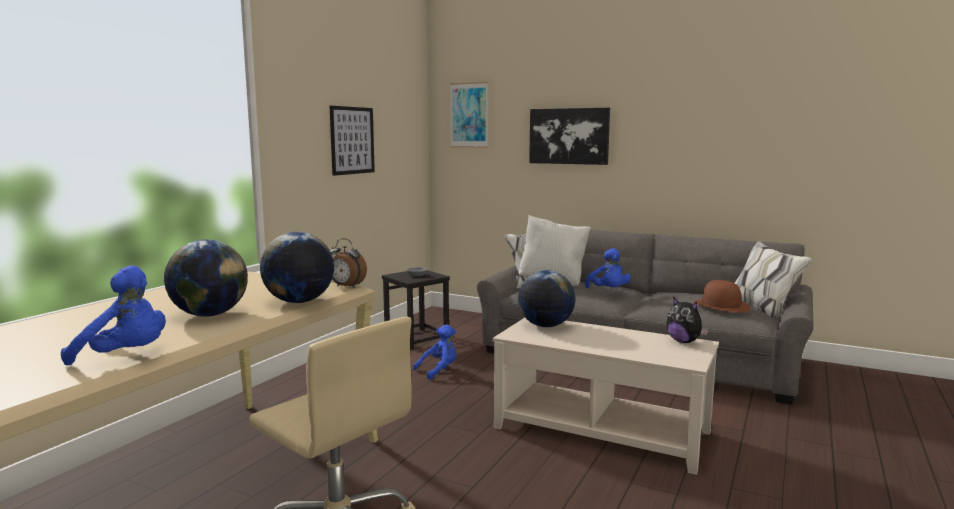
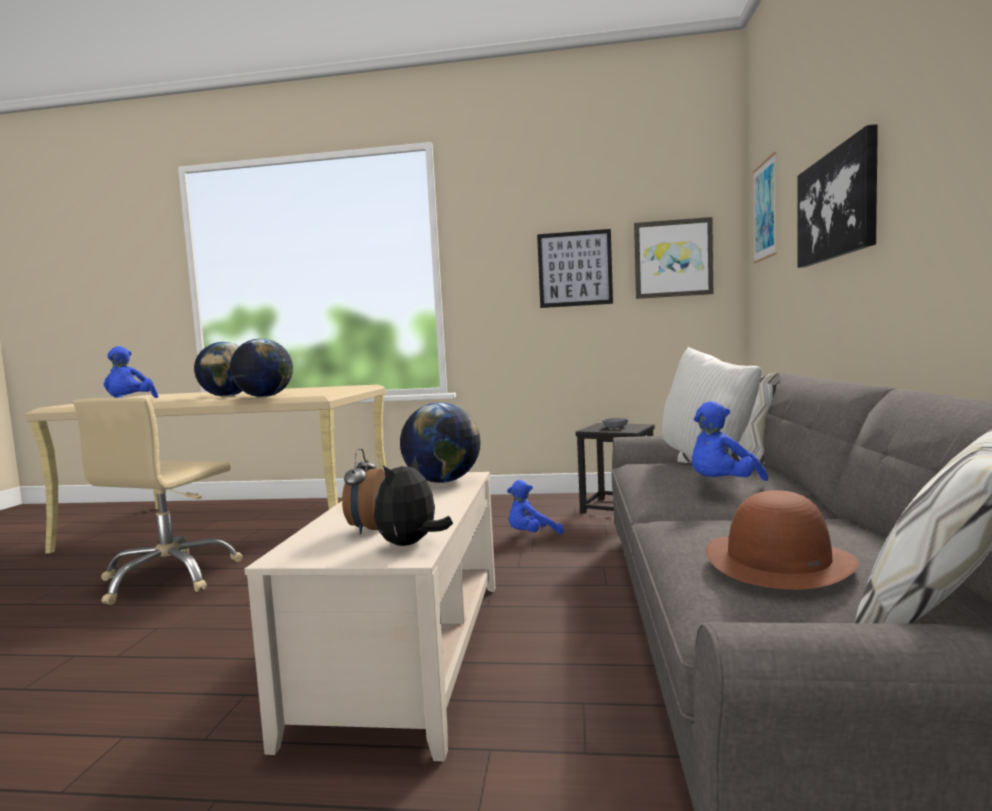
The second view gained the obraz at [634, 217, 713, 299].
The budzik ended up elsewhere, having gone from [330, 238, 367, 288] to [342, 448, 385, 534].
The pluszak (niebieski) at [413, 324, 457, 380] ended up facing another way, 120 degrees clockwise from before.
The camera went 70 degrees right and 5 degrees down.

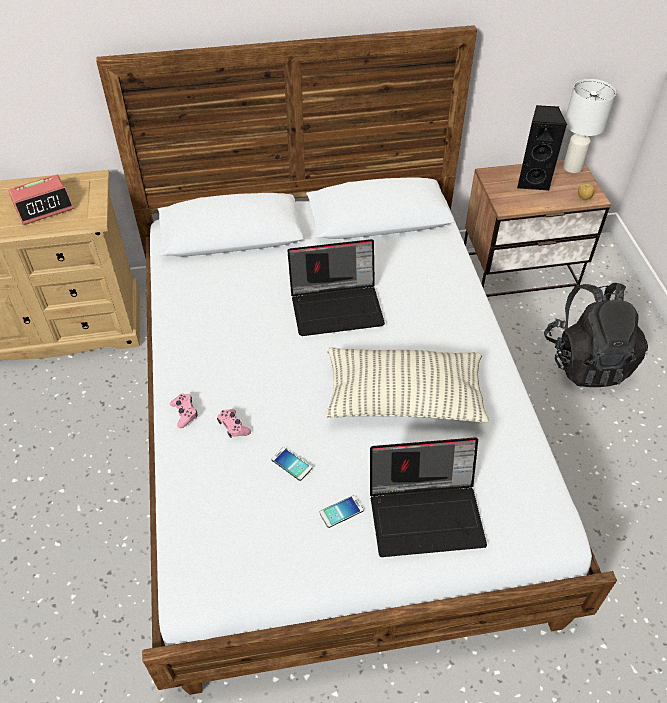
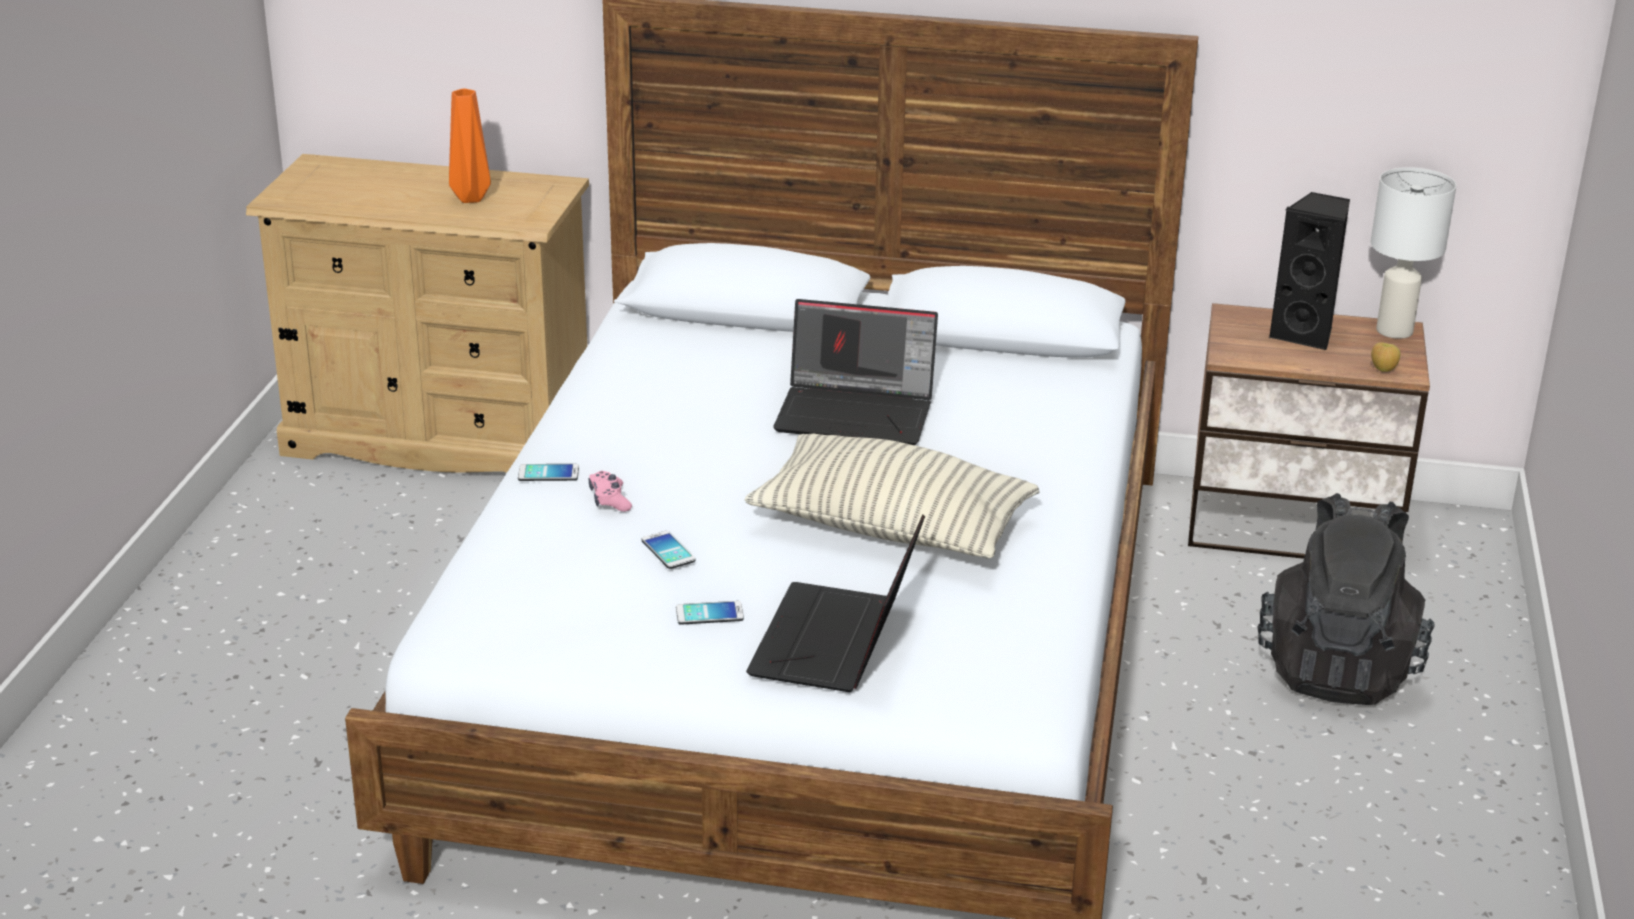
Where the budzik stood at [8, 175, 74, 225], the wazon (pomarańczowy) came to stand at [449, 88, 491, 203].
Where the pad do gier (różowy) stood at [170, 394, 197, 428], the telefon came to stand at [518, 464, 579, 481].
The laptop at [370, 437, 487, 557] ended up facing another way, 90 degrees clockwise from before.
The camera went 20 degrees right and 20 degrees down.

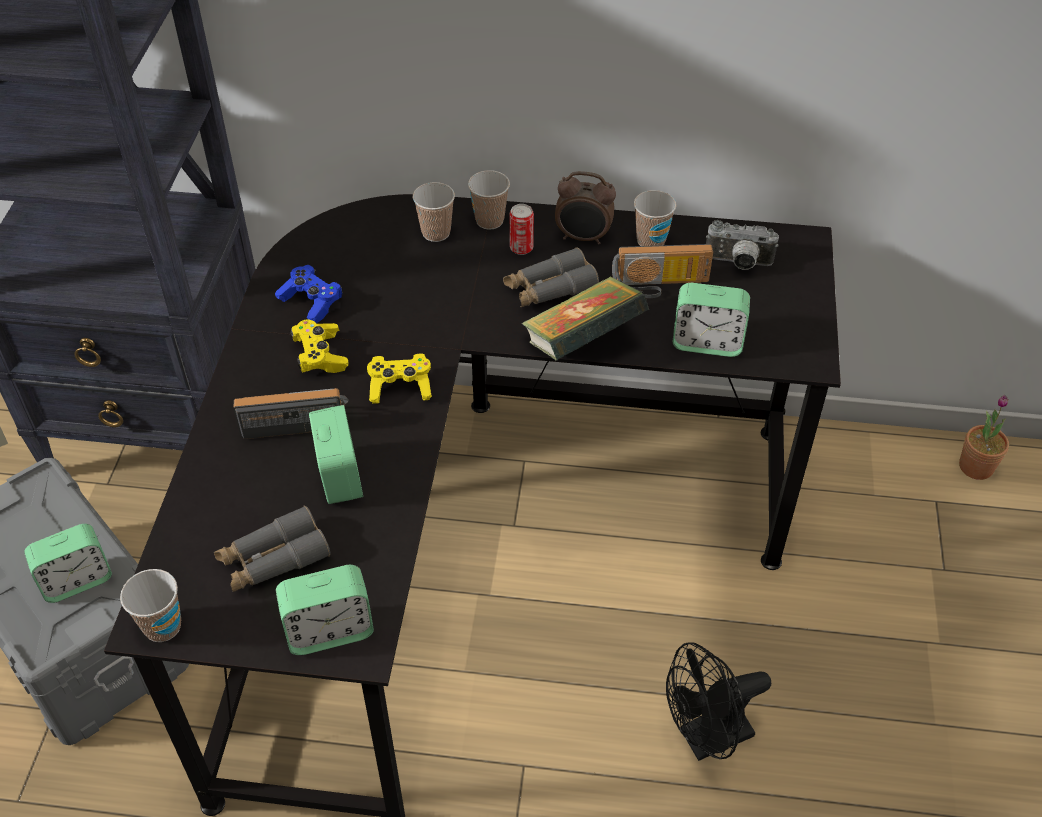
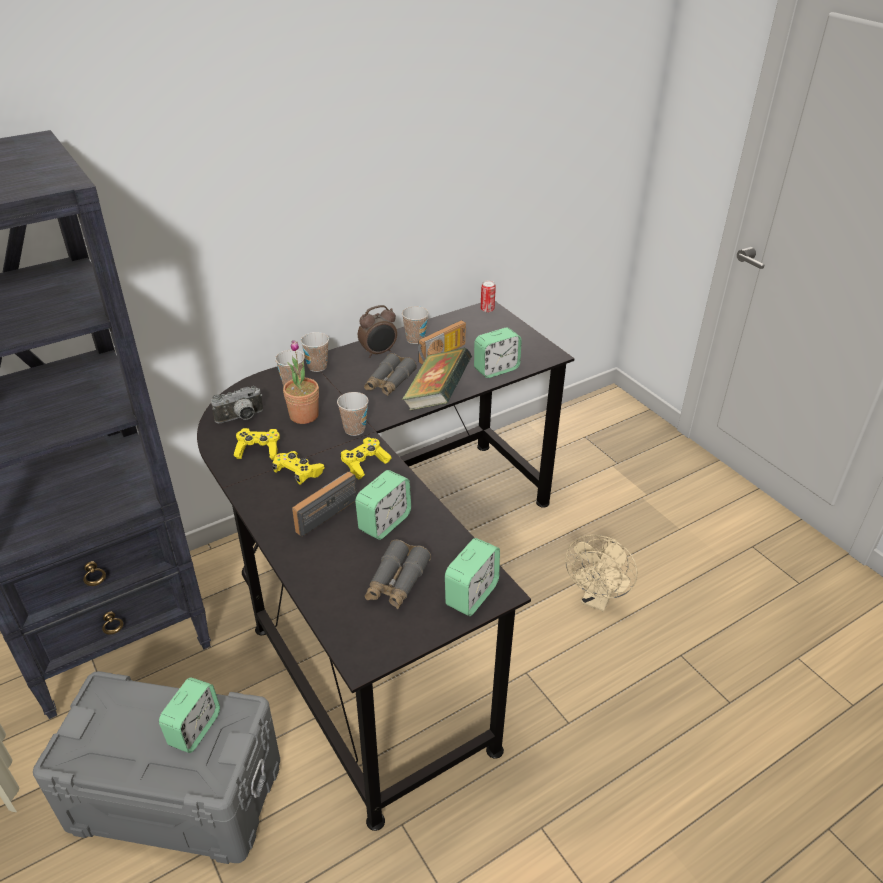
The filiżanka ended up elsewhere, having gone from [120, 569, 181, 642] to [337, 392, 368, 436].
The puszka ended up elsewhere, having gone from [510, 204, 534, 255] to [480, 281, 496, 312].
The aparat fotograficzny ended up elsewhere, having gone from [706, 220, 779, 270] to [211, 386, 263, 423].
The roślina doniczkowa ended up elsewhere, having gone from [959, 395, 1009, 480] to [283, 340, 319, 424].
What was the pad do gier (niebieski) at [275, 265, 343, 323] turned into the pad do gier (żółty) at [234, 428, 280, 460].
What was the wentylator (czarny) at [666, 642, 771, 761] turned into the wentylator (beżowy) at [565, 534, 638, 612].
The budzik at [309, 405, 363, 504] ended up facing another way, 90 degrees clockwise from before.
The camera went 40 degrees left and 10 degrees down.

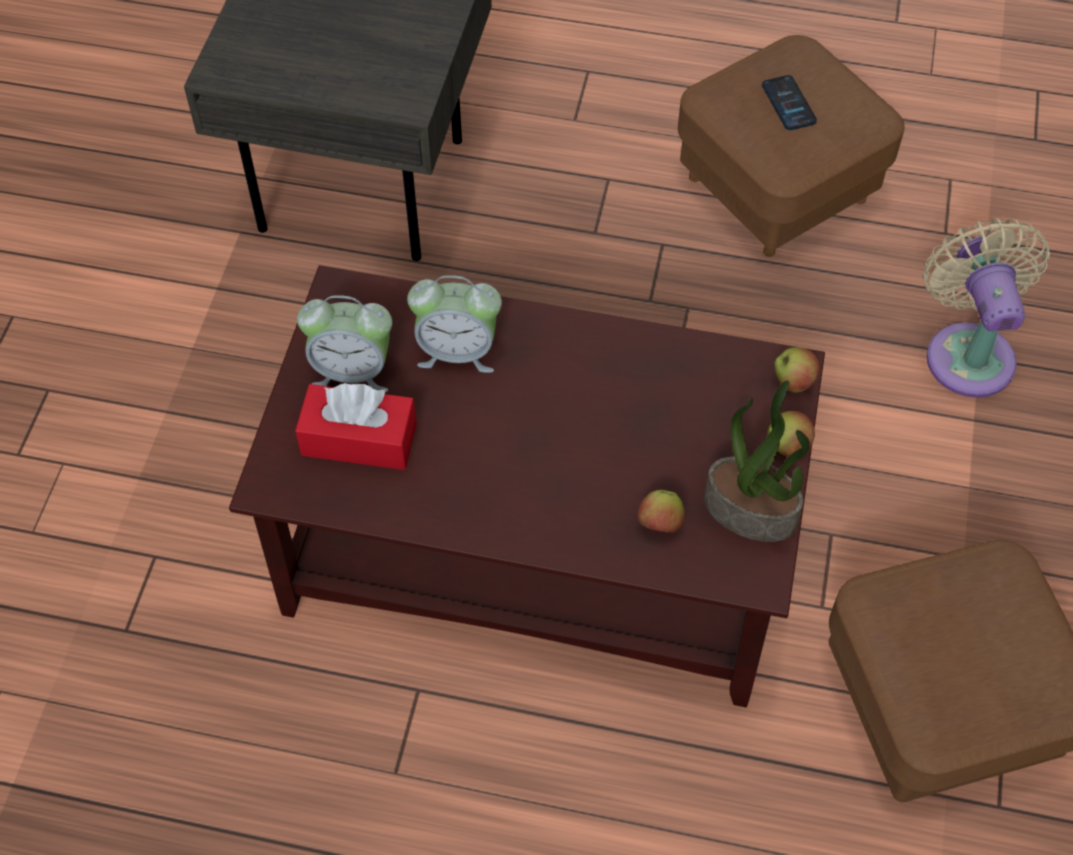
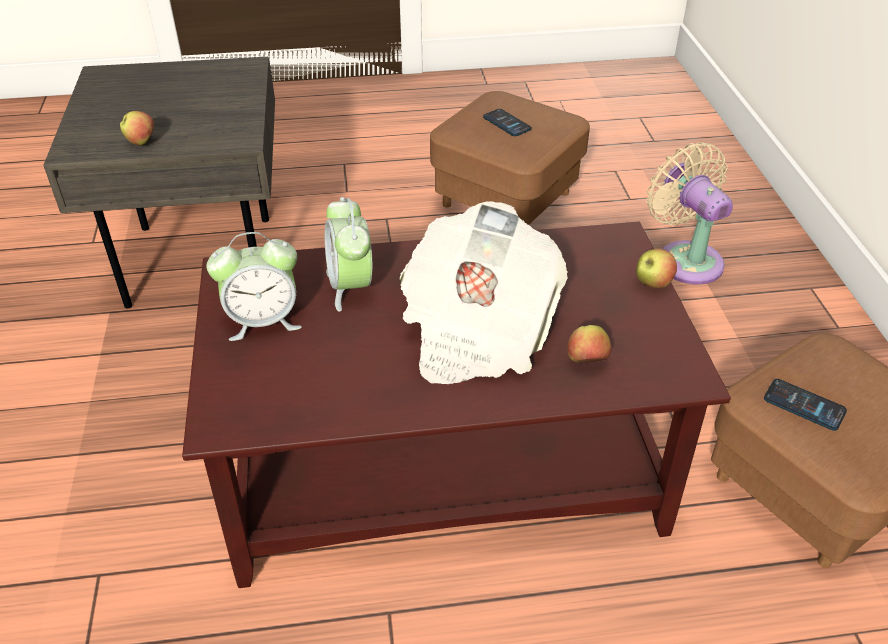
The second view lost the pudełko chusteczek (czerwony) at [295, 383, 417, 470].
The second view lost the roślina doniczkowa at [704, 380, 810, 542].
The second view gained the gazeta at [399, 201, 568, 384].
The second view gained the telefon at [764, 379, 847, 431].
The jabłko ended up elsewhere, having gone from [775, 347, 820, 393] to [120, 111, 154, 146].
The budzik at [407, 275, 502, 373] ended up facing another way, 90 degrees clockwise from before.
The camera went 20 degrees left and 15 degrees down.

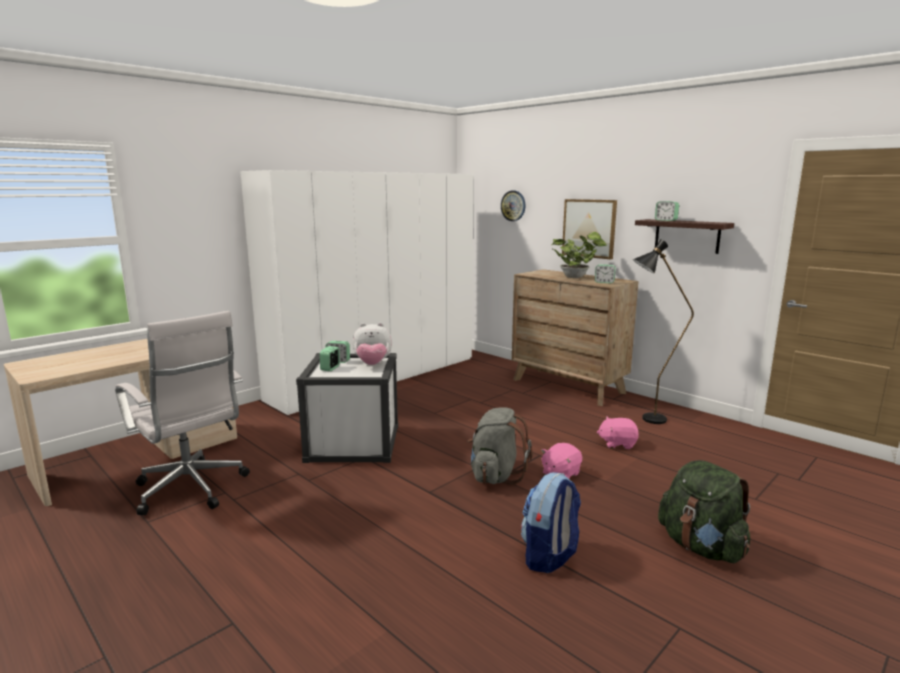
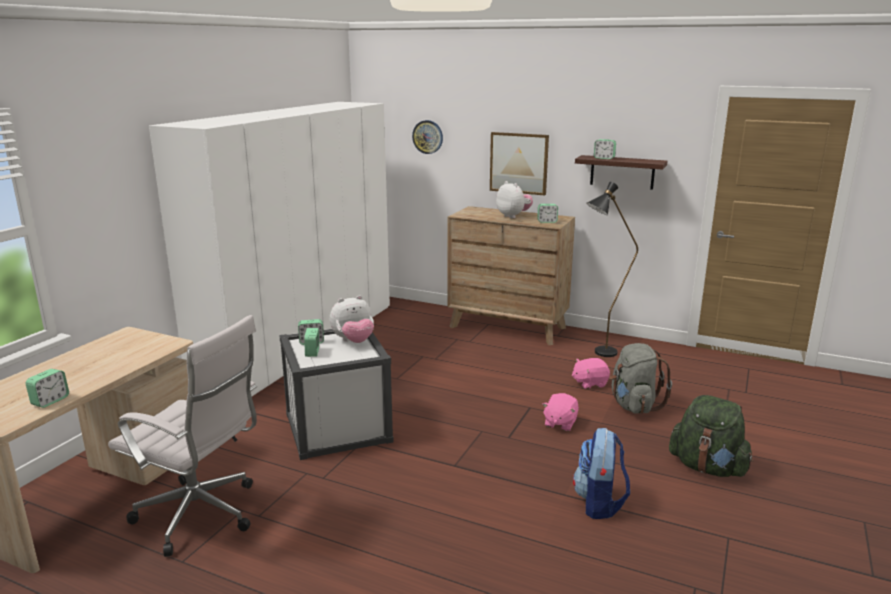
The second view gained the budzik at [26, 369, 69, 408].
The plecak (szary) ended up elsewhere, having gone from [467, 407, 532, 485] to [609, 343, 672, 414].
Where the roślina doniczkowa stood at [552, 232, 607, 278], the pluszak came to stand at [496, 181, 533, 218].
The camera went 20 degrees left and 5 degrees up.

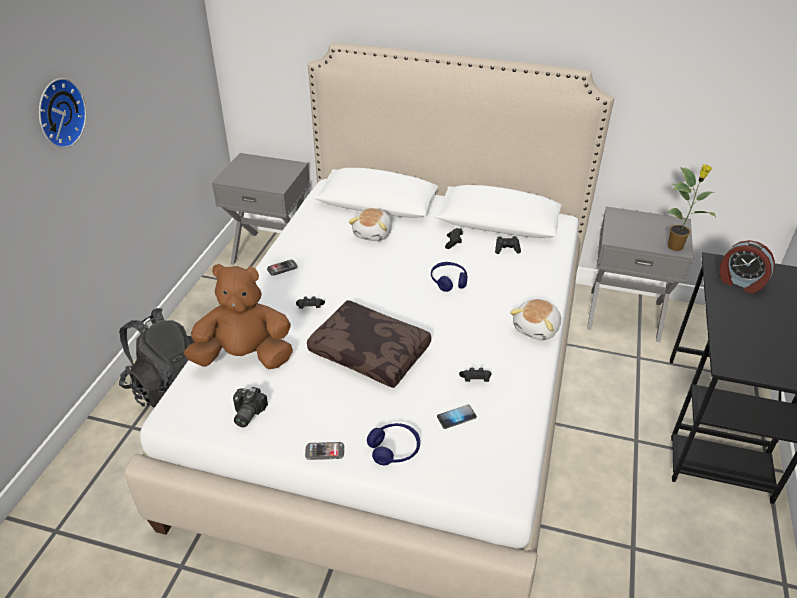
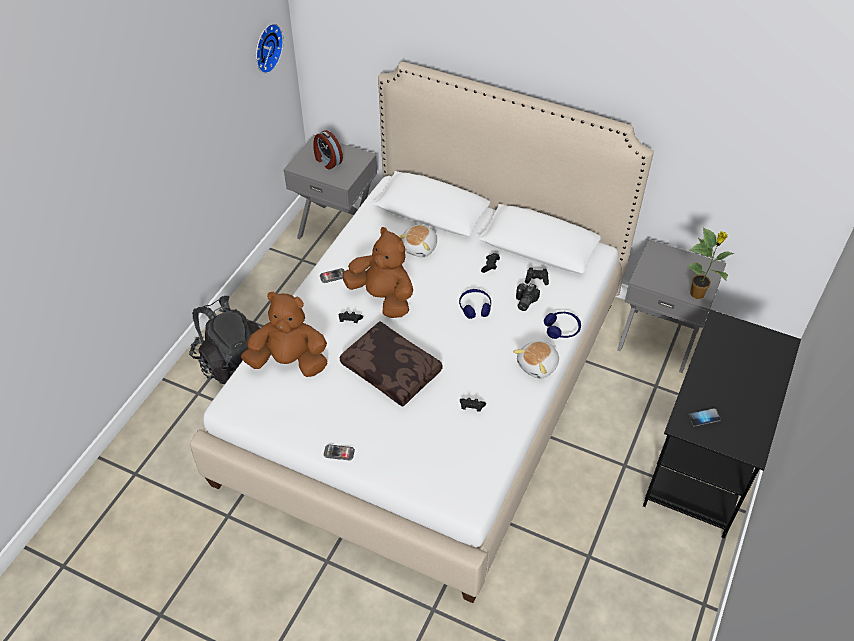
The second view gained the pluszak (brązowy) at [342, 227, 413, 318].
The zegar ścienny ended up elsewhere, having gone from [39, 78, 86, 148] to [256, 23, 284, 74].
The aparat fotograficzny ended up elsewhere, having gone from [233, 387, 268, 428] to [516, 283, 540, 311].
The słuchawki (niebieski) ended up elsewhere, having gone from [367, 423, 420, 465] to [544, 312, 581, 339].
The telefon ended up elsewhere, having gone from [437, 405, 477, 429] to [688, 408, 721, 427].
The budzik ended up elsewhere, having gone from [720, 240, 775, 294] to [313, 130, 343, 170].
The camera went 10 degrees right and 10 degrees up.

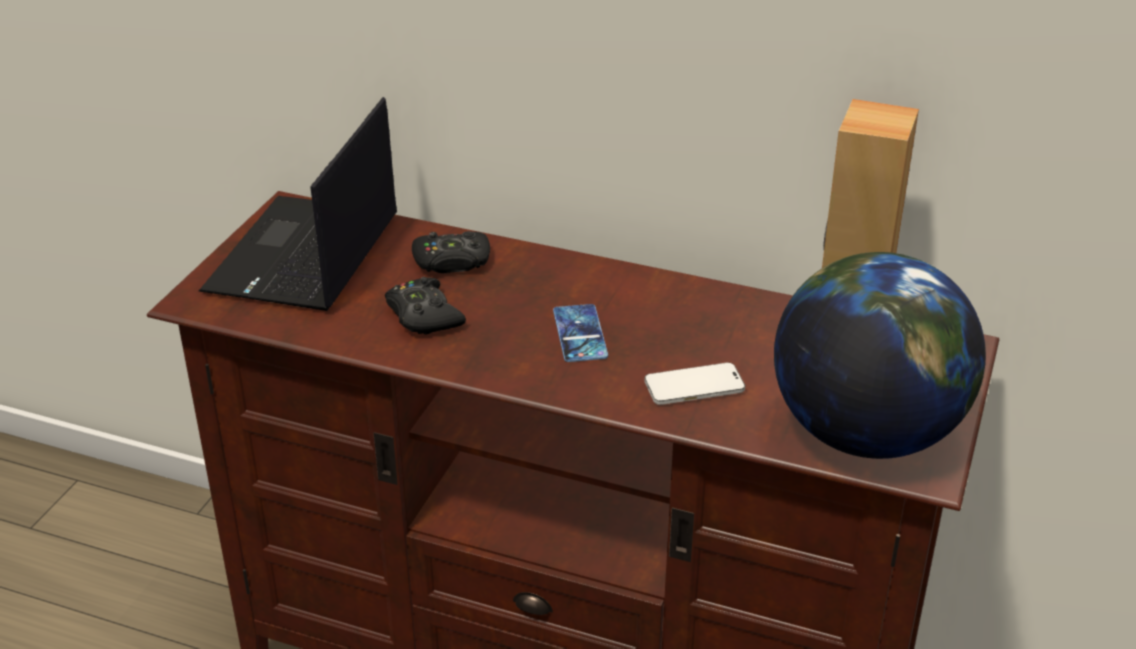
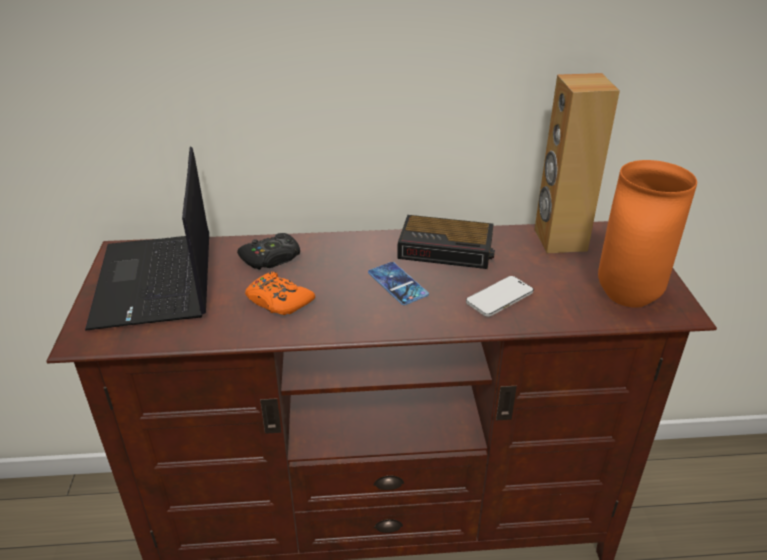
The second view gained the budzik at [397, 215, 495, 269].
Where the globus stood at [774, 252, 986, 459], the wazon (pomarańczowy) came to stand at [598, 160, 697, 308].
What was the pad do gier (czarny) at [385, 277, 466, 335] turned into the pad do gier (pomarańczowy) at [245, 272, 315, 315].
The camera went 25 degrees left and 0 degrees up.

